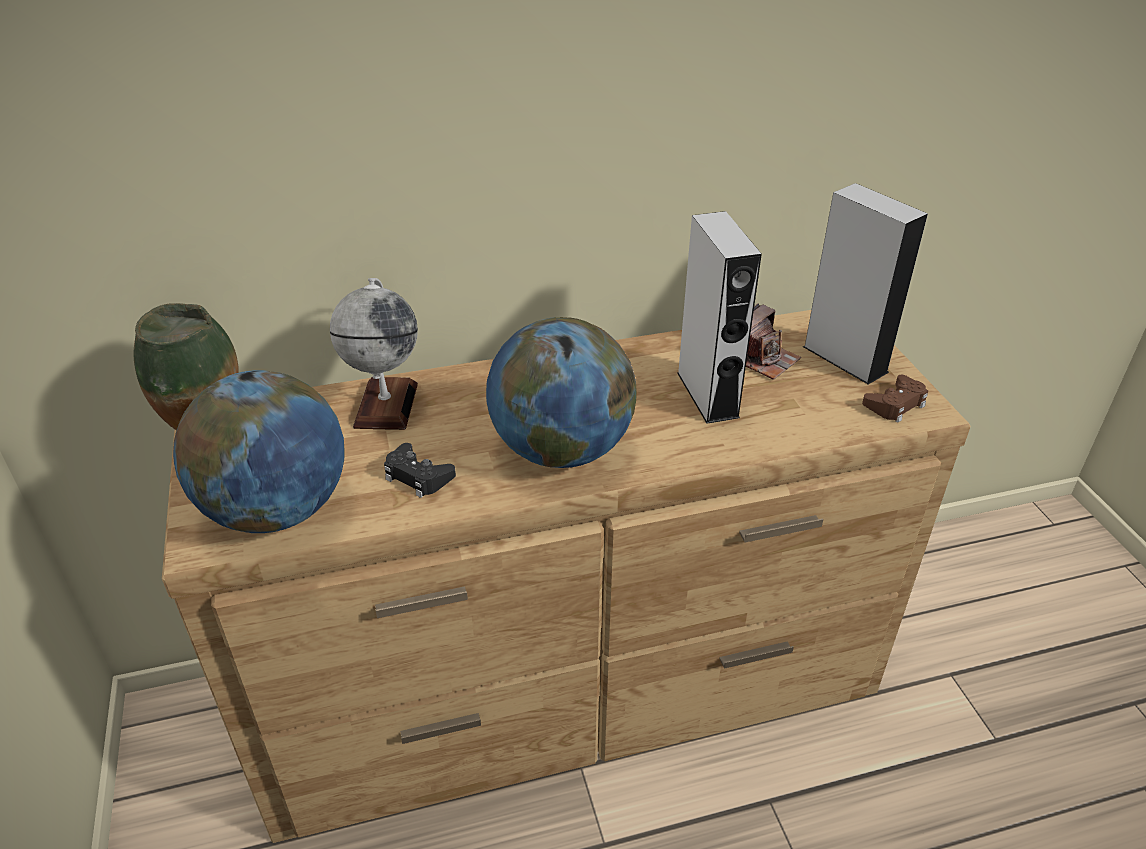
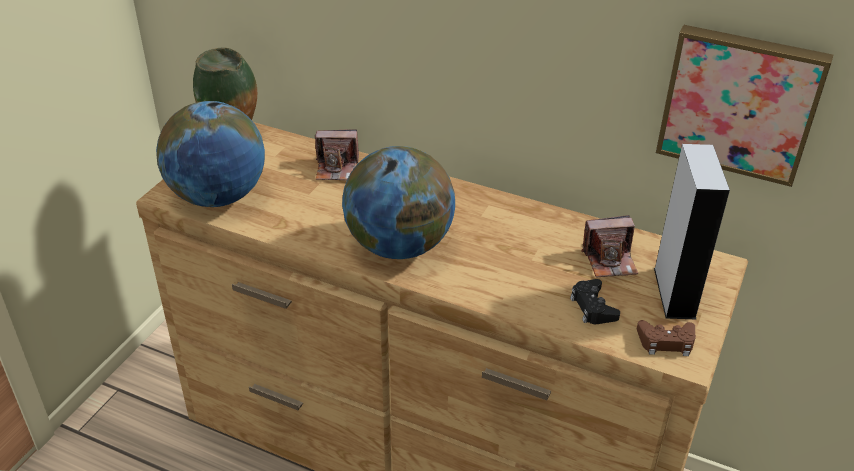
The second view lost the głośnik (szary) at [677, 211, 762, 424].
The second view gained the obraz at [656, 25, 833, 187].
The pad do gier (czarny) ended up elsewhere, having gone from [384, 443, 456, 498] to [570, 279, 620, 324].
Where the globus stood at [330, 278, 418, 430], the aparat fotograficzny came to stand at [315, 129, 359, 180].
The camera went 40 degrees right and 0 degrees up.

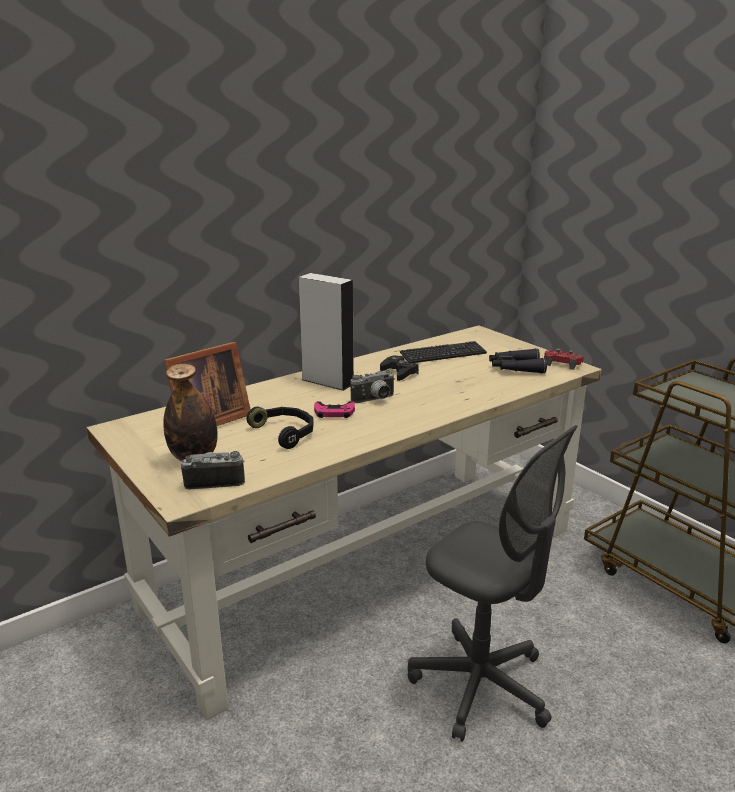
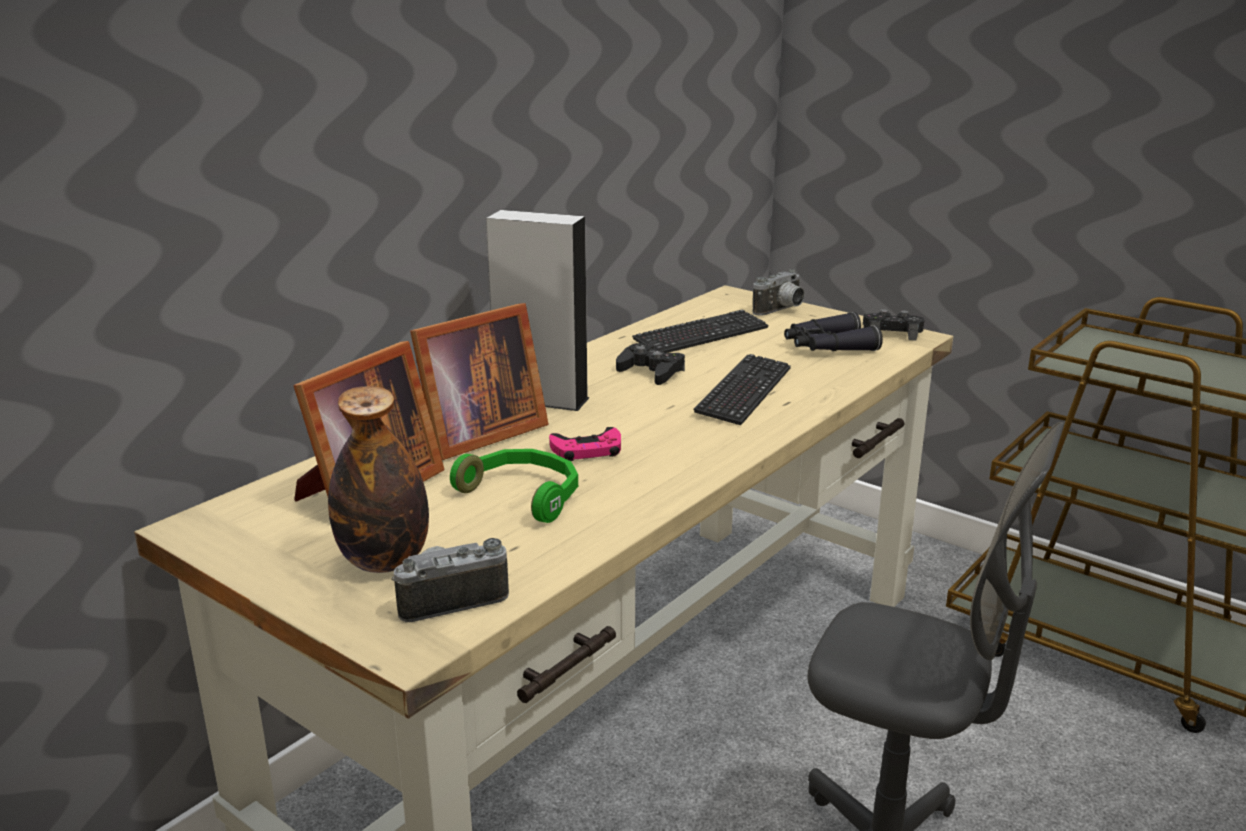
The second view gained the ramka na zdjęcie at [410, 303, 548, 460].
The second view gained the klawiatura at [693, 354, 791, 425].
The aparat fotograficzny ended up elsewhere, having gone from [350, 370, 395, 403] to [753, 269, 805, 316].
What was the słuchawki (czarny) at [246, 407, 314, 449] turned into the słuchawki (zielony) at [450, 449, 578, 523].
What was the pad do gier (czerwony) at [544, 348, 584, 370] turned into the pad do gier (czarny) at [863, 309, 924, 341].
The camera went 15 degrees left and 0 degrees up.

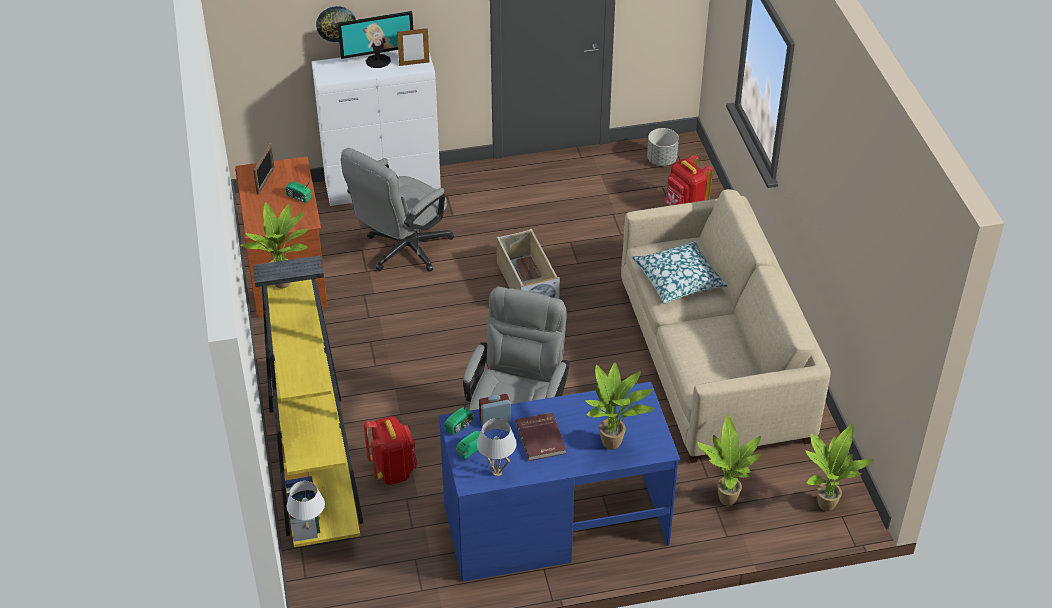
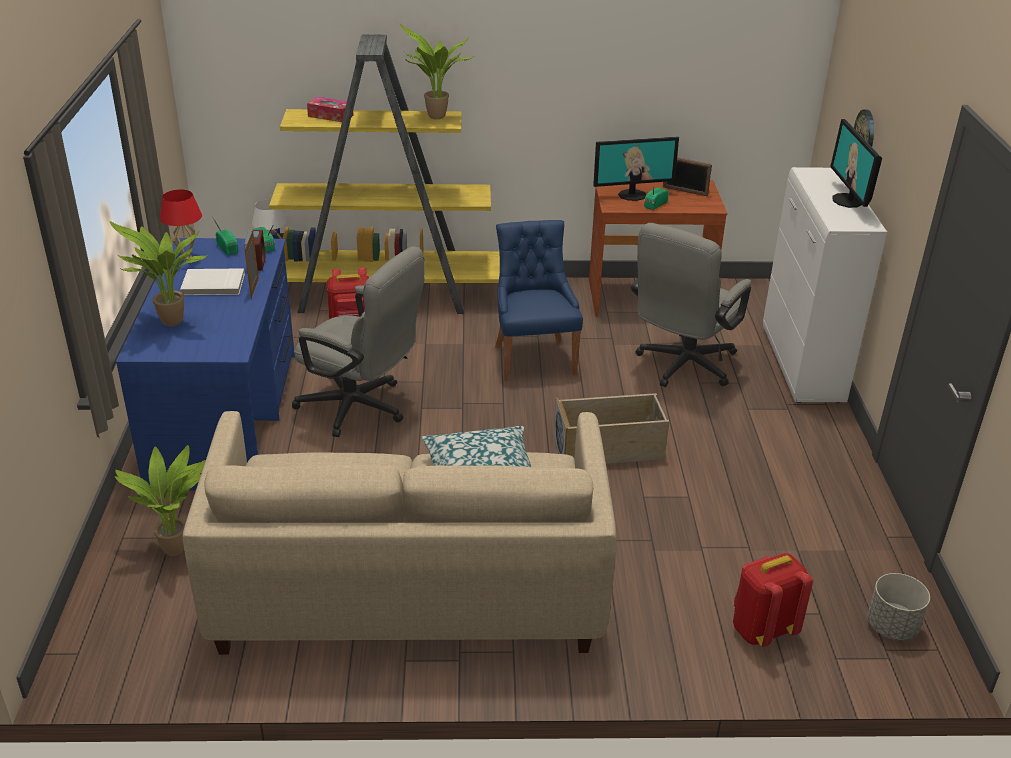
The second view lost the roślina doniczkowa at [806, 424, 874, 511].
The second view gained the pudełko chusteczek at [307, 97, 354, 122].
The second view gained the krzesło (niebieski) at [495, 220, 583, 381].
The second view gained the monitor at [593, 136, 679, 201].
The ramka na zdjęcie ended up elsewhere, having gone from [397, 27, 429, 66] to [245, 230, 259, 299].
What was the lampa stołowa (biały) at [477, 418, 517, 476] turned into the lampa stołowa (czerwony) at [160, 189, 202, 260].
What was the książka (czerwony) at [515, 412, 566, 461] turned into the książka (biały) at [180, 268, 245, 295].
The krzesło biurowe (szary) at [341, 148, 454, 272] ended up facing another way, 105 degrees counterclockwise from before.
The camera went 100 degrees right and 10 degrees down.

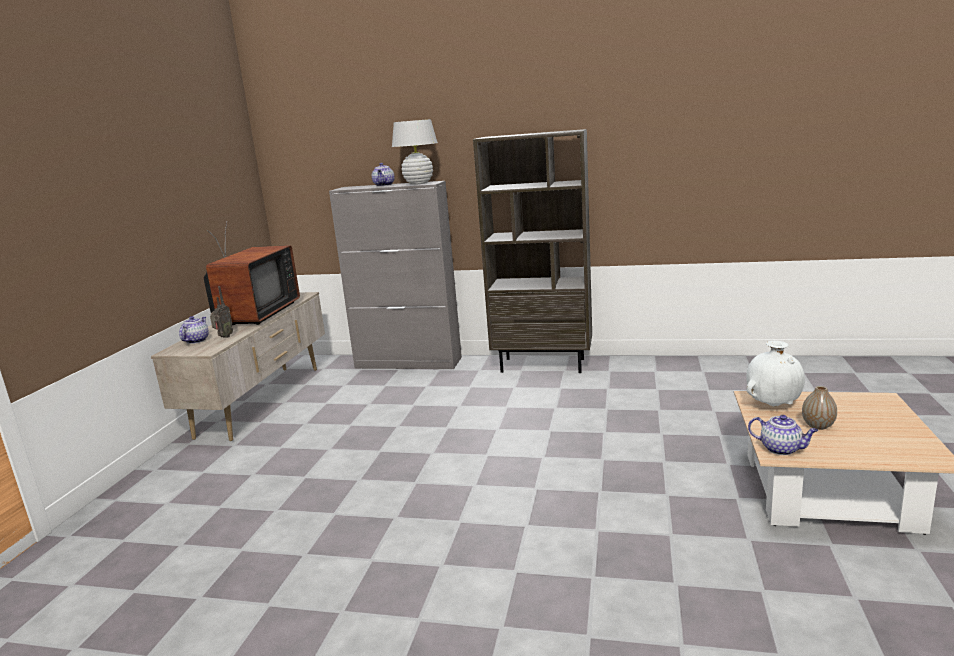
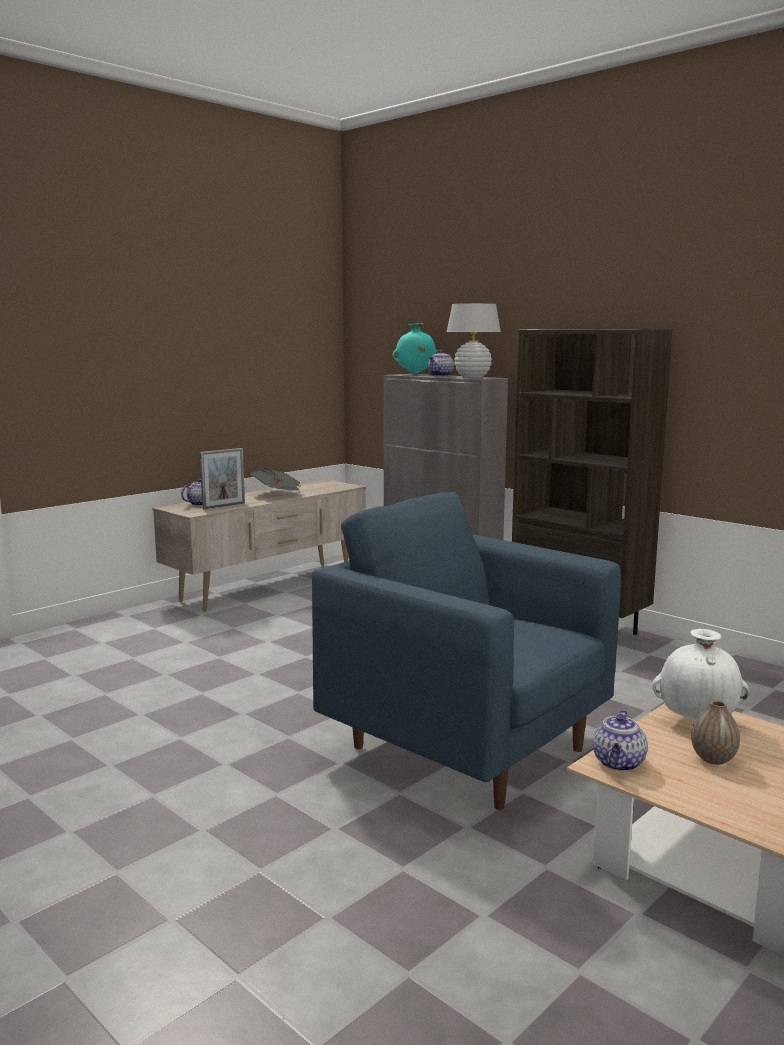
The second view gained the fotel (niebieski) at [312, 492, 621, 810].
The second view gained the wazon (turkusowy) at [393, 323, 438, 375].
Where the telewizor stood at [204, 221, 300, 325], the gazeta came to stand at [250, 469, 300, 491].
Where the radio stood at [210, 286, 233, 338], the ramka na zdjęcie came to stand at [200, 448, 245, 509].
The imbryk at [748, 415, 818, 455] ended up facing another way, 45 degrees clockwise from before.
The camera went 30 degrees right and 5 degrees down.

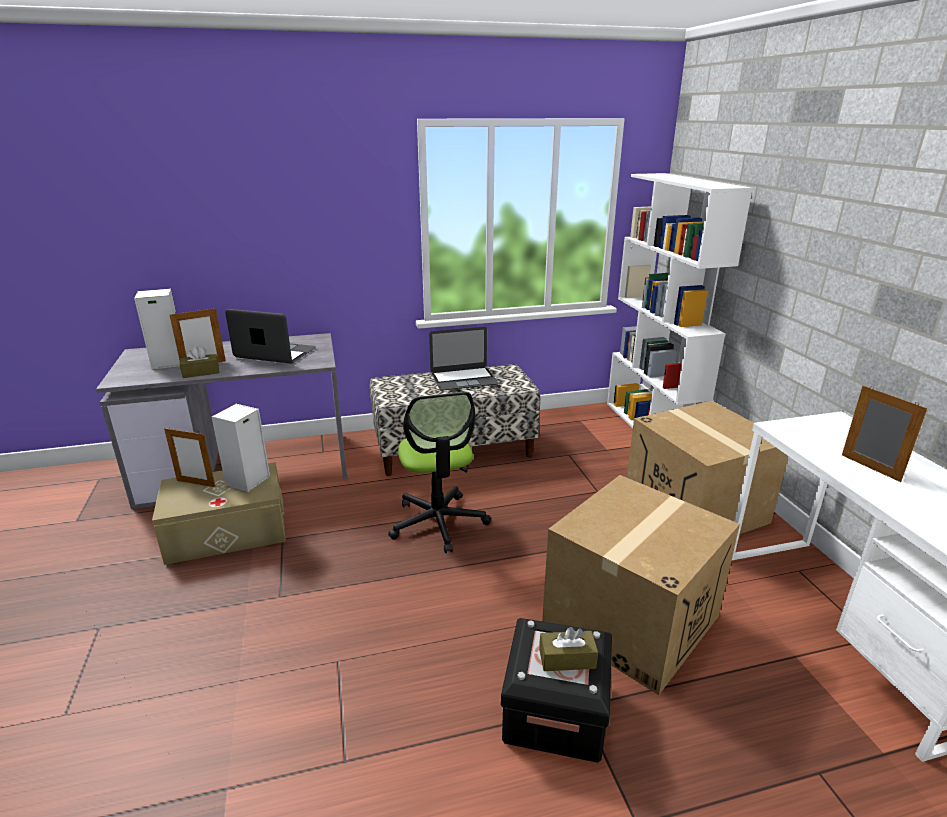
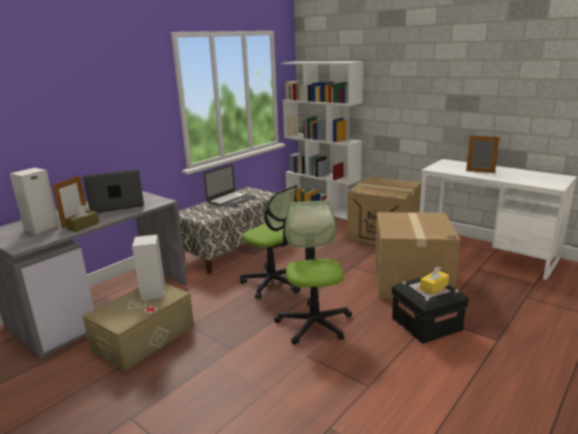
The second view lost the ramka na zdjęcie at [164, 427, 215, 487].
The second view gained the krzesło biurowe at [274, 201, 352, 345].
What was the pudełko chusteczek (brązowy) at [539, 627, 598, 671] turned into the pudełko chusteczek (żółty) at [420, 267, 449, 294].
The camera went 35 degrees left and 5 degrees down.

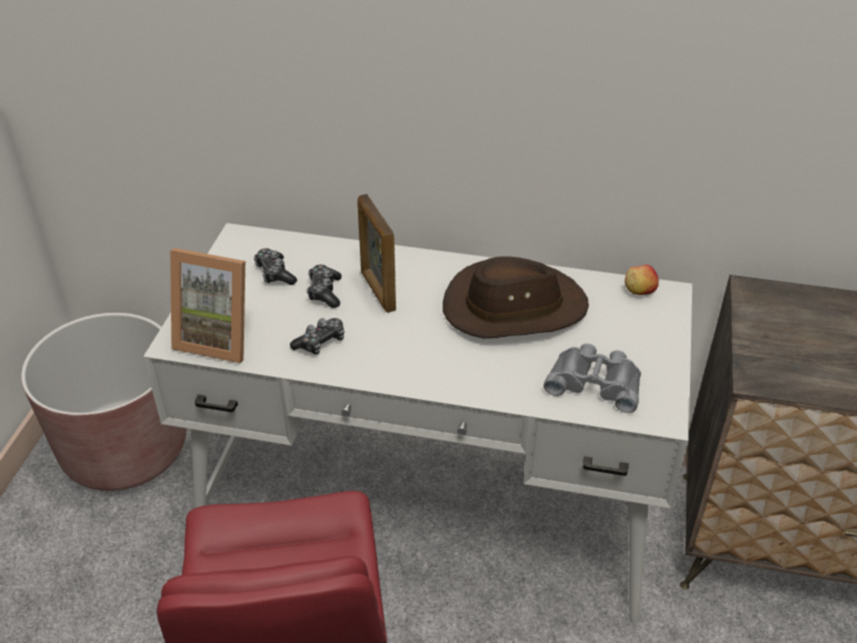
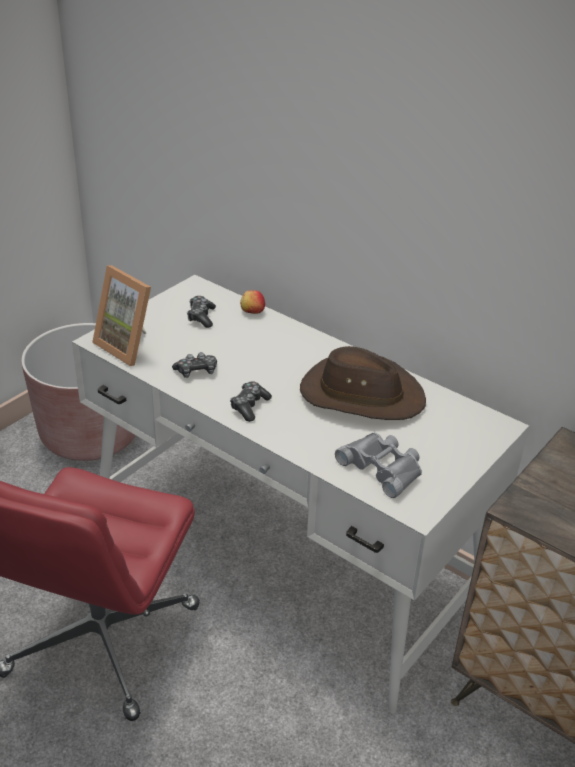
The second view lost the ramka na zdjęcie at [357, 194, 396, 313].
The pad do gier ended up elsewhere, having gone from [306, 265, 342, 308] to [230, 381, 272, 422].
The jabłko ended up elsewhere, having gone from [625, 265, 659, 295] to [240, 290, 265, 314].
The camera went 25 degrees right and 5 degrees down.

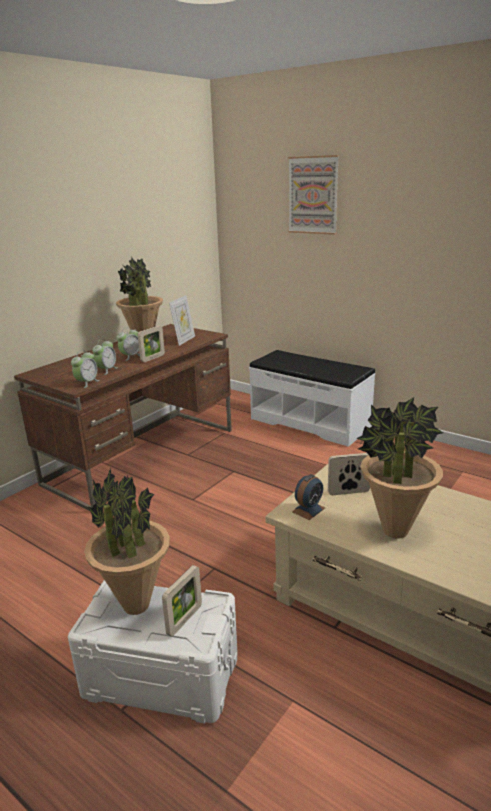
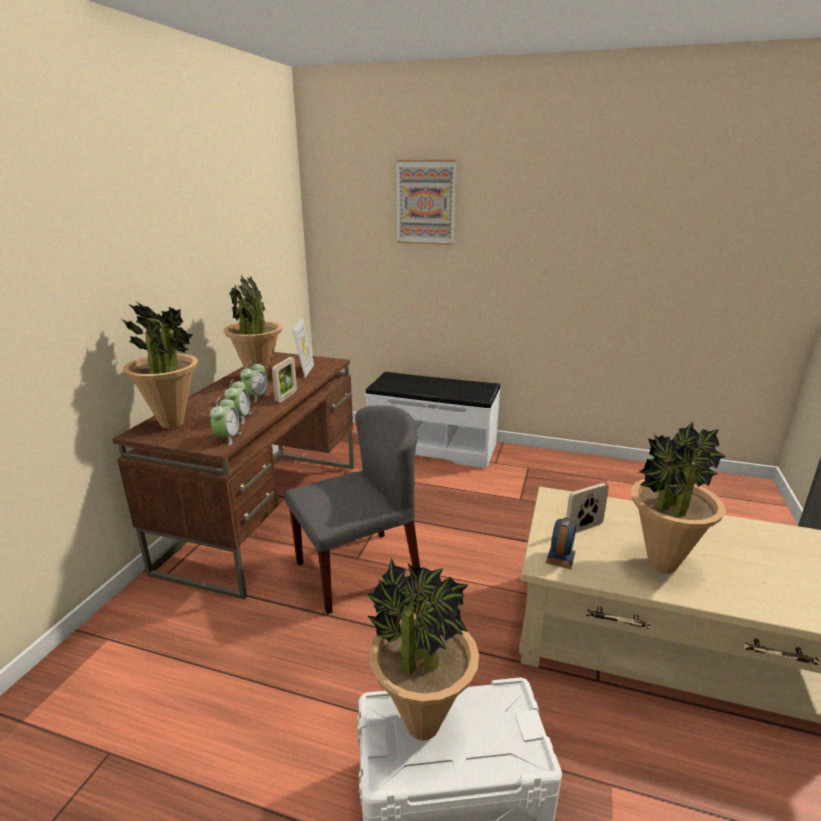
The second view lost the ramka na zdjęcie at [162, 565, 202, 636].
The second view gained the roślina doniczkowa at [121, 302, 198, 429].
The second view gained the krzesło (szary) at [285, 405, 420, 615].
The camera went 20 degrees left and 0 degrees up.

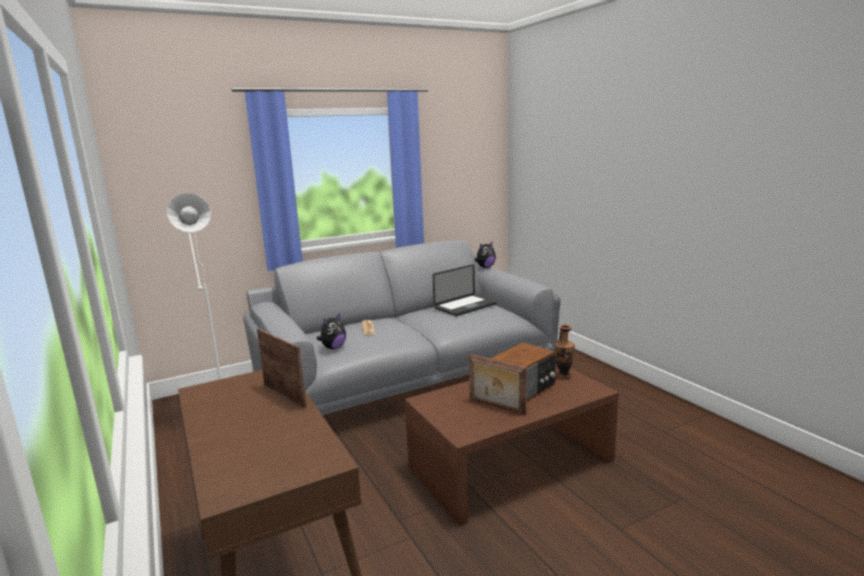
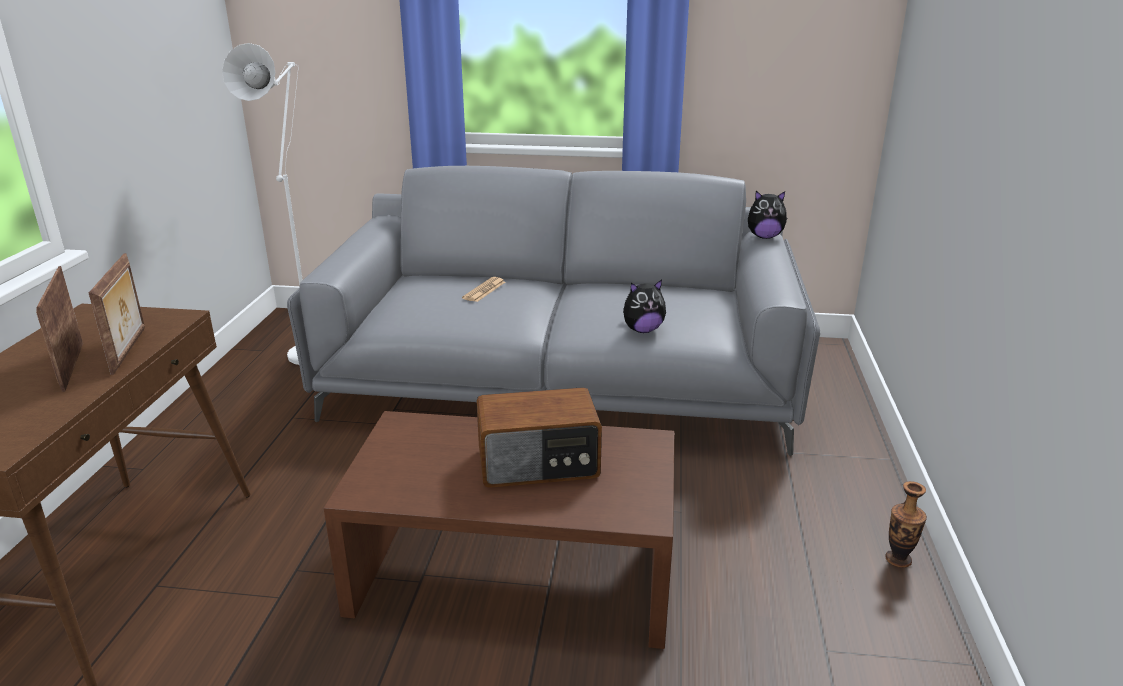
The second view lost the laptop at [433, 264, 496, 316].
The pluszak ended up elsewhere, having gone from [317, 313, 346, 349] to [623, 280, 666, 333].
The ramka na zdjęcie ended up elsewhere, having gone from [469, 354, 527, 415] to [36, 266, 83, 392].
The wazon ended up elsewhere, having gone from [555, 325, 575, 379] to [885, 481, 927, 568].
The camera went 35 degrees right and 10 degrees up.

